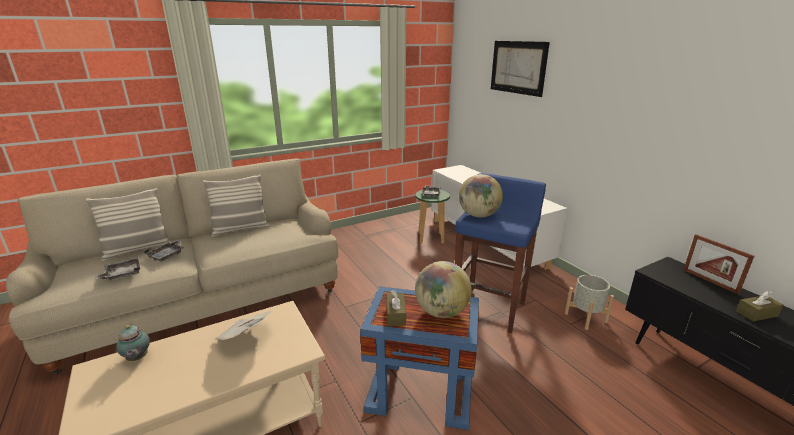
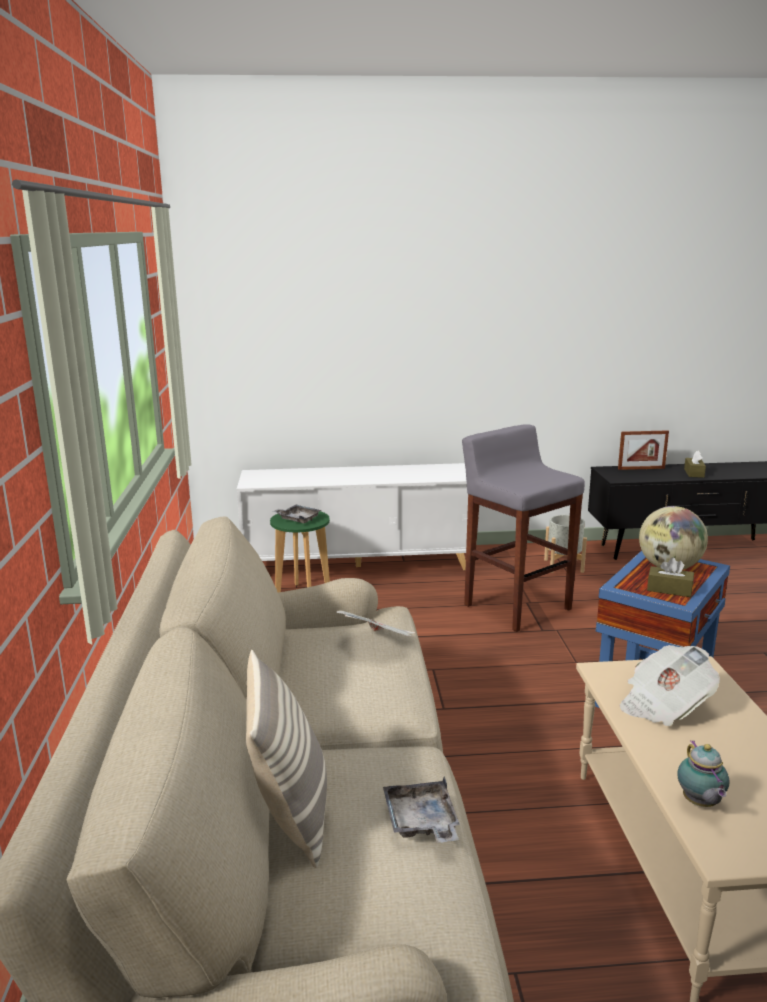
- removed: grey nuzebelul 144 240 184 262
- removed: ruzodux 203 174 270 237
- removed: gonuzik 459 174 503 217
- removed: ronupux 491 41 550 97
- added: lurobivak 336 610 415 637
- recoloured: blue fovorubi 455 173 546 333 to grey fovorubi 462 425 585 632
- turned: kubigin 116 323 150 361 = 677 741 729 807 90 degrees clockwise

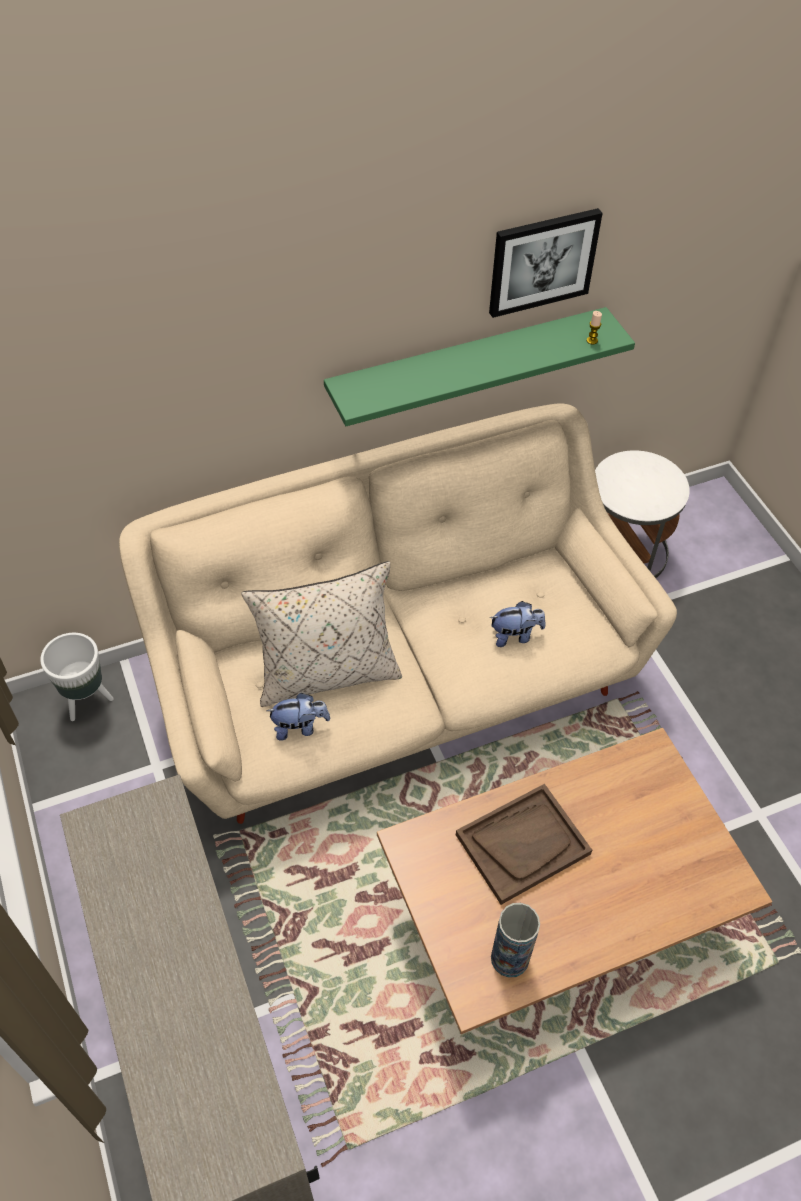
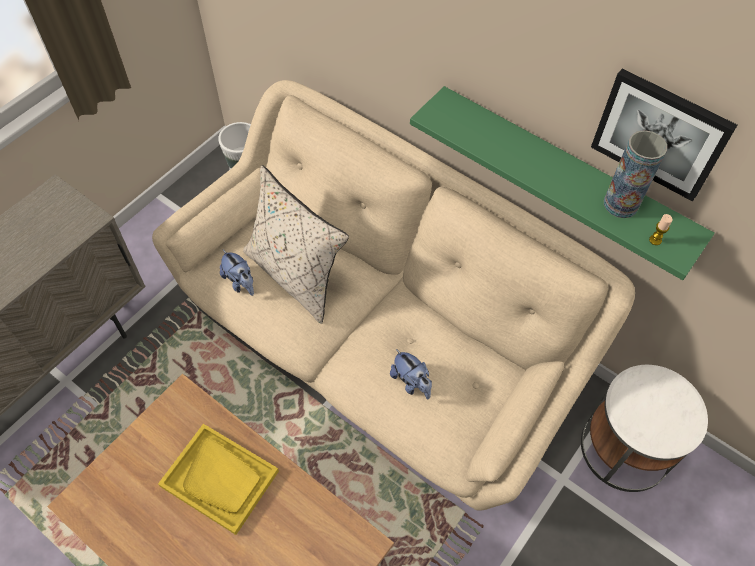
- moved: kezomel 491 903 540 978 to 604 130 667 218
- recoloured: brown nuzebelul 456 784 592 905 to yellow nuzebelul 158 424 279 535

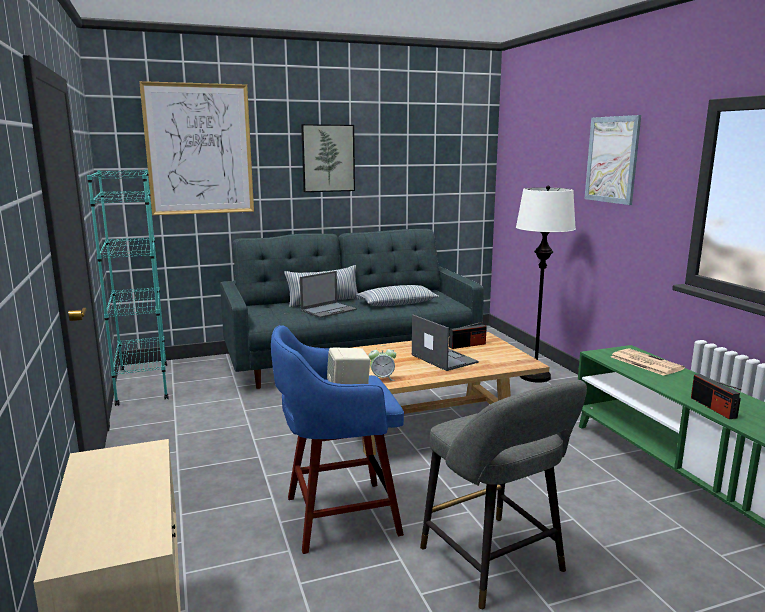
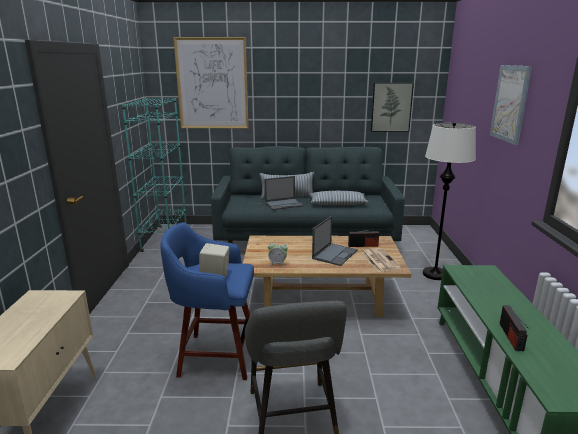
- moved: ronupux 301 124 355 192 to 371 82 414 132
- moved: lurobivak 611 348 685 376 to 362 248 402 272
- turned: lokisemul 412 315 479 371 = 312 216 358 266 45 degrees clockwise

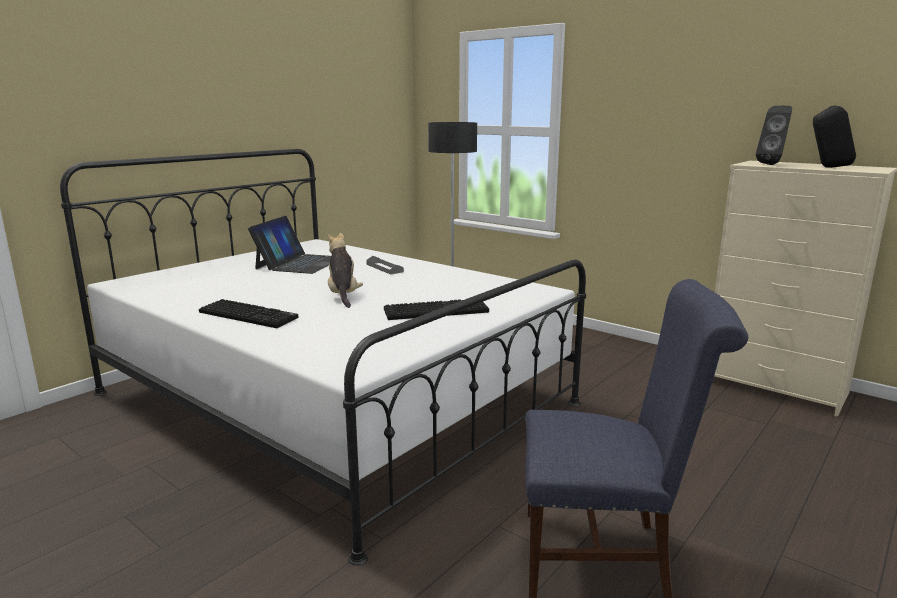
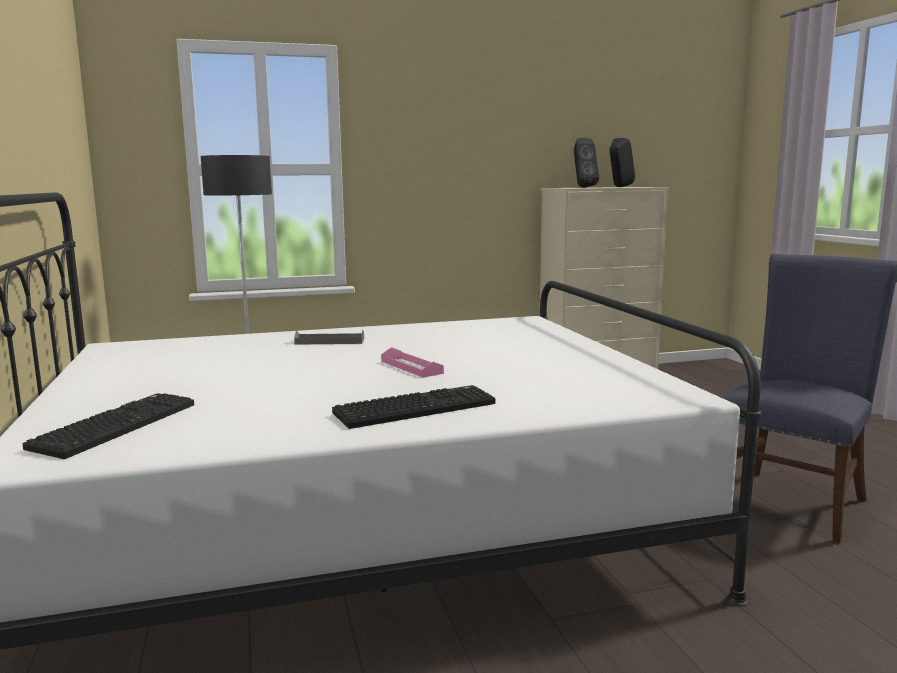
- removed: lokisemul 248 216 331 274
- moved: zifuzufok 384 299 489 320 to 22 393 194 459
- replaced: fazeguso 327 233 363 308 to pink nuzebelul 381 347 444 378

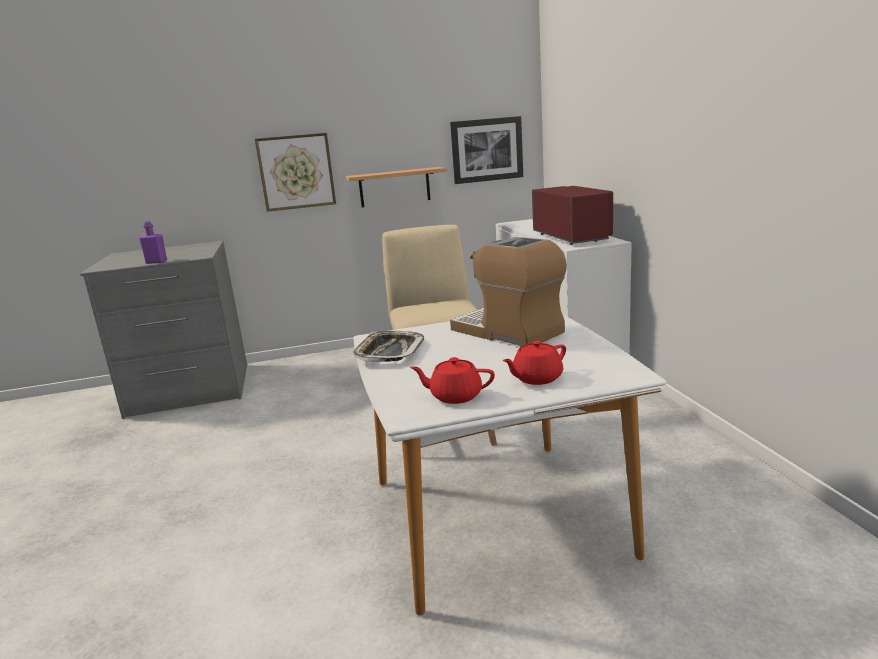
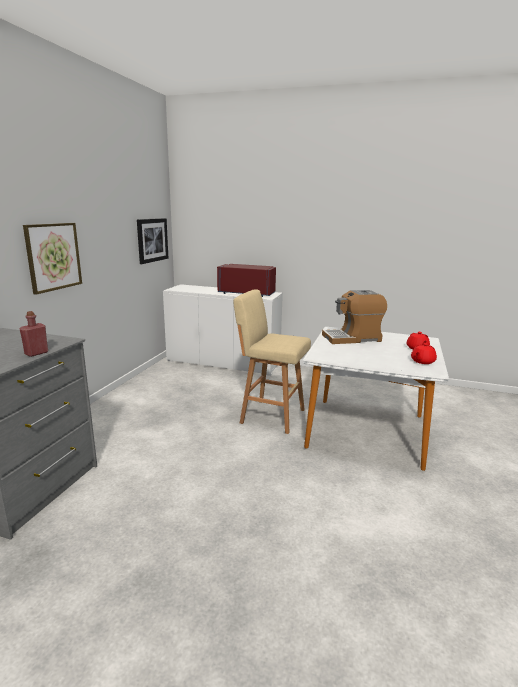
- removed: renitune 346 167 447 207
- removed: nuzebelul 353 331 424 363
- recoloured: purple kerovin 139 221 167 264 to red kerovin 20 311 48 357

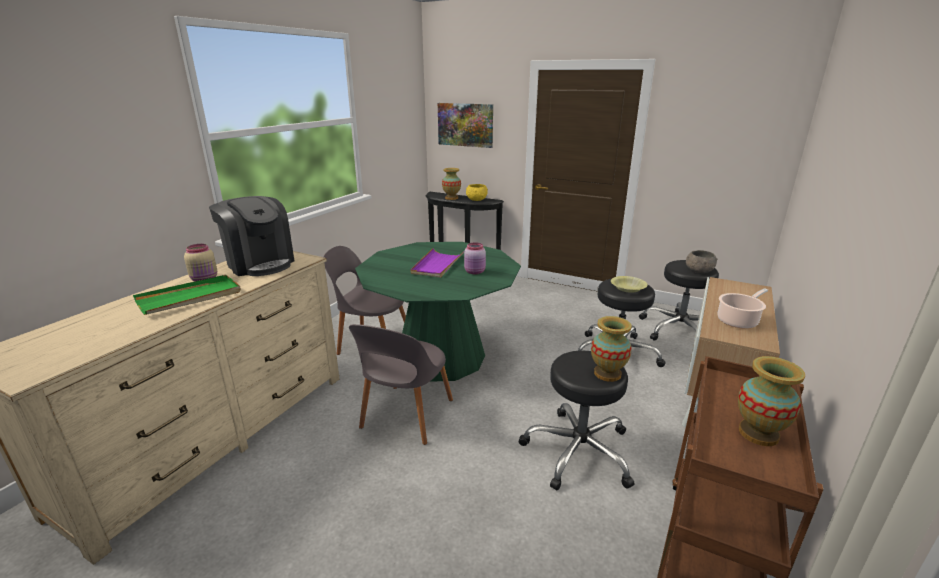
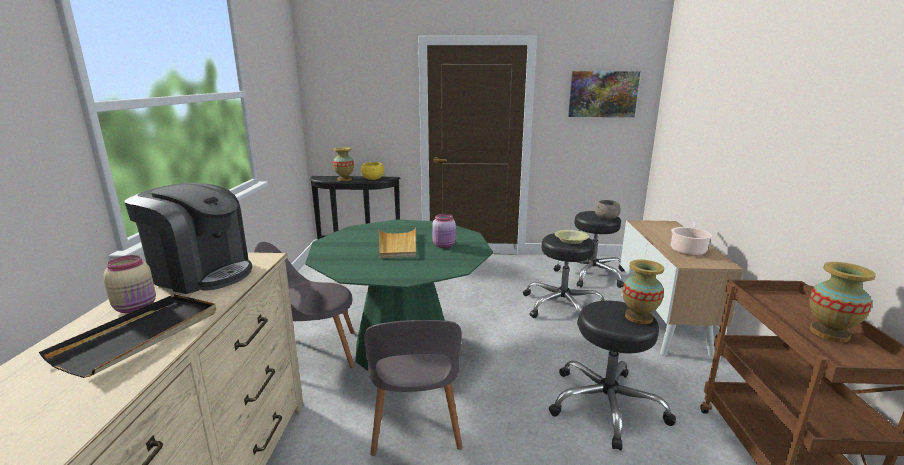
- moved: ronupux 438 103 493 148 to 568 71 640 117
- recoloured: green nuzebelul 133 275 241 315 to black nuzebelul 39 294 216 378
- recoloured: purple nuzebelul 411 248 464 278 to beige nuzebelul 379 227 416 258

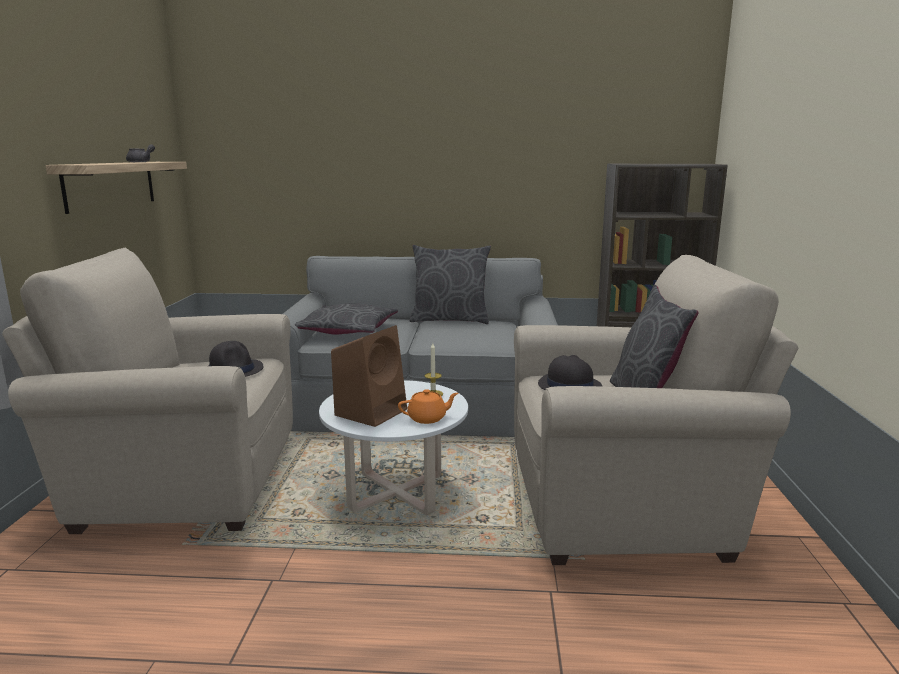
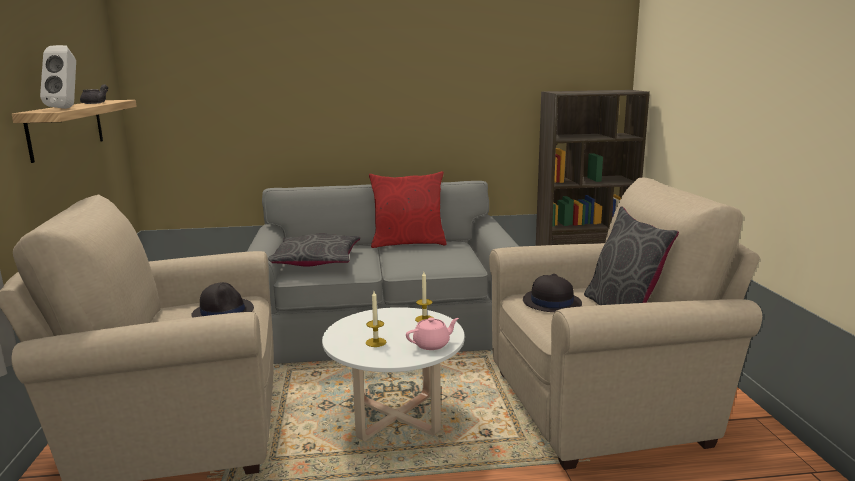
- added: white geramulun 40 45 76 109
- replaced: brown geramulun 331 325 407 427 to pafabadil 366 291 386 347
- recoloured: orange kubigin 398 389 458 424 to pink kubigin 406 317 459 350
- recoloured: grey ruzodux 409 245 491 324 to red ruzodux 369 171 447 248

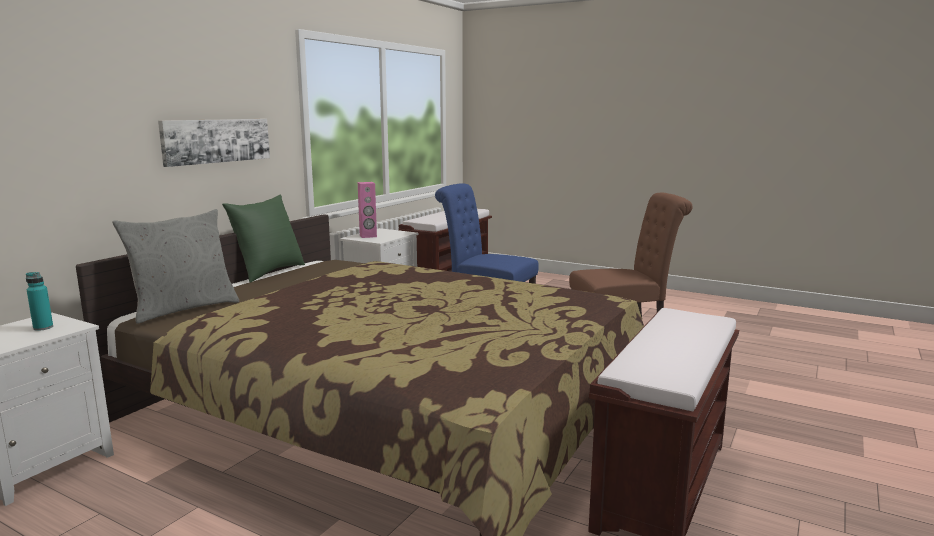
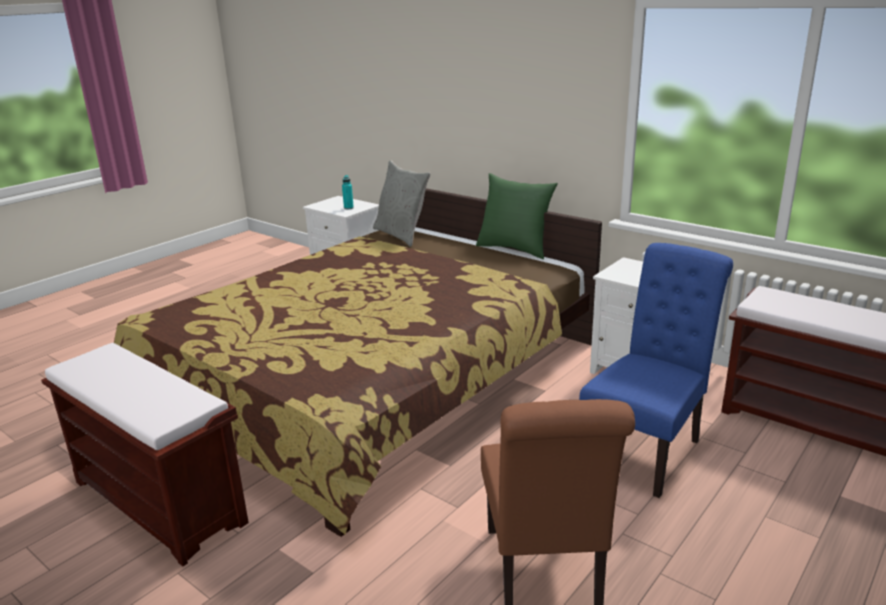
- removed: ronupux 158 119 270 167
- removed: pink geramulun 358 182 377 238

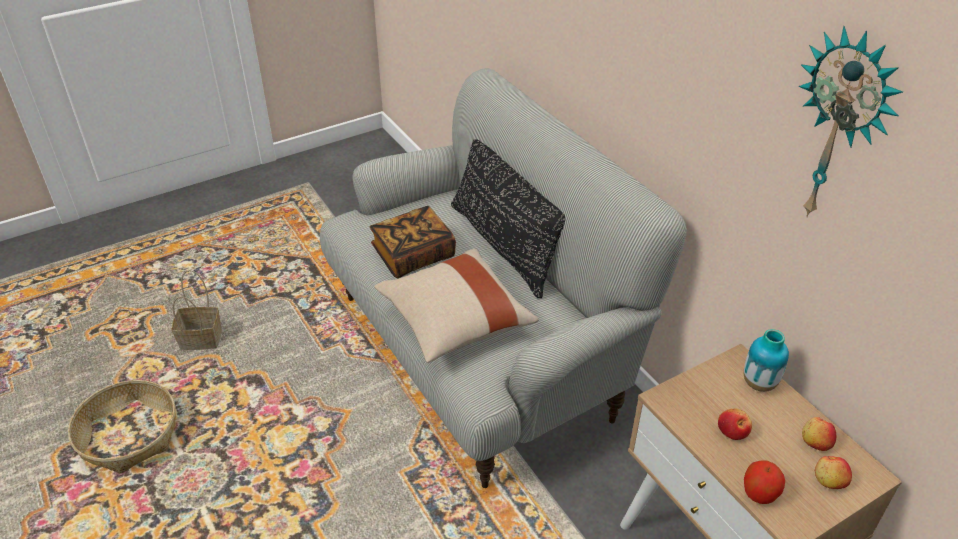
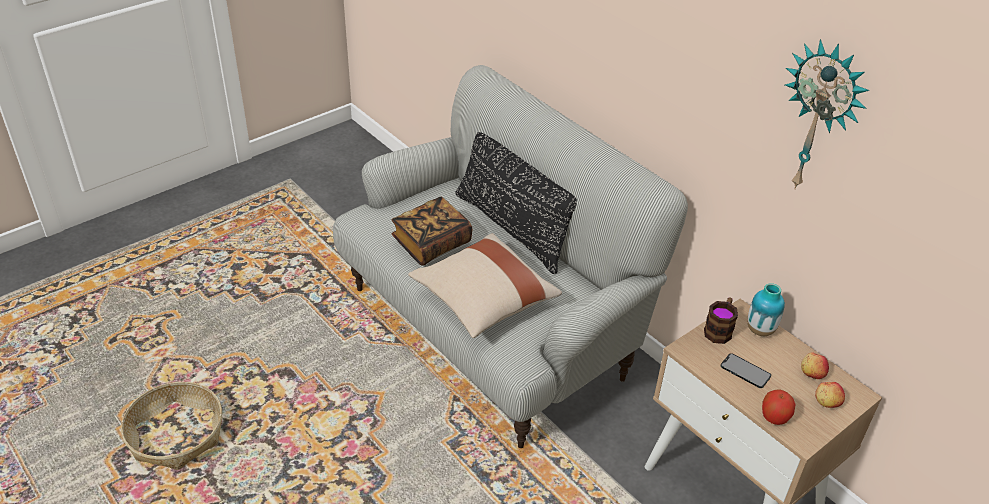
- removed: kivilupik 172 270 222 350
- added: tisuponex 704 297 738 344
- replaced: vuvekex 718 409 752 440 to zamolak 721 353 771 388

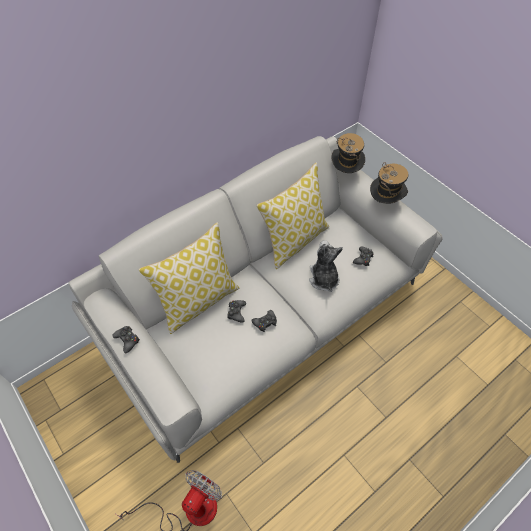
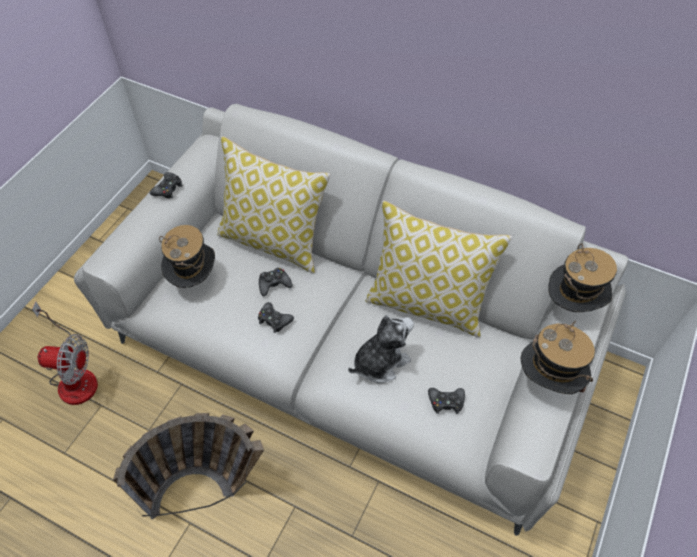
- added: kivilupik 113 413 264 519
- added: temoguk 159 225 215 288

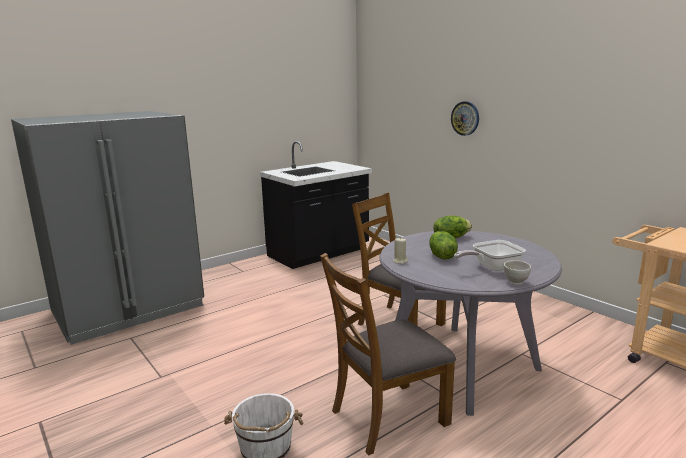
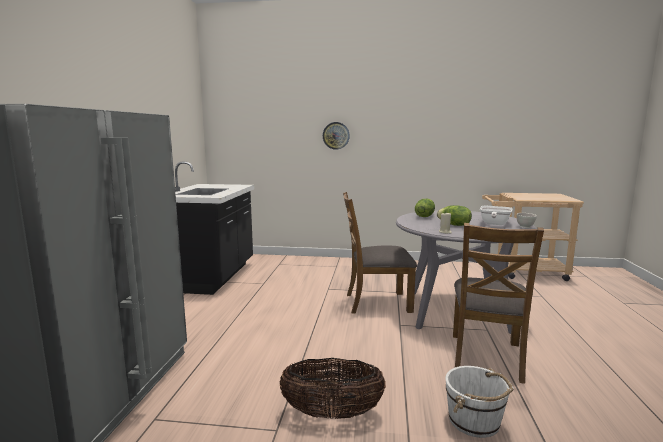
- added: kivilupik 280 358 386 419

